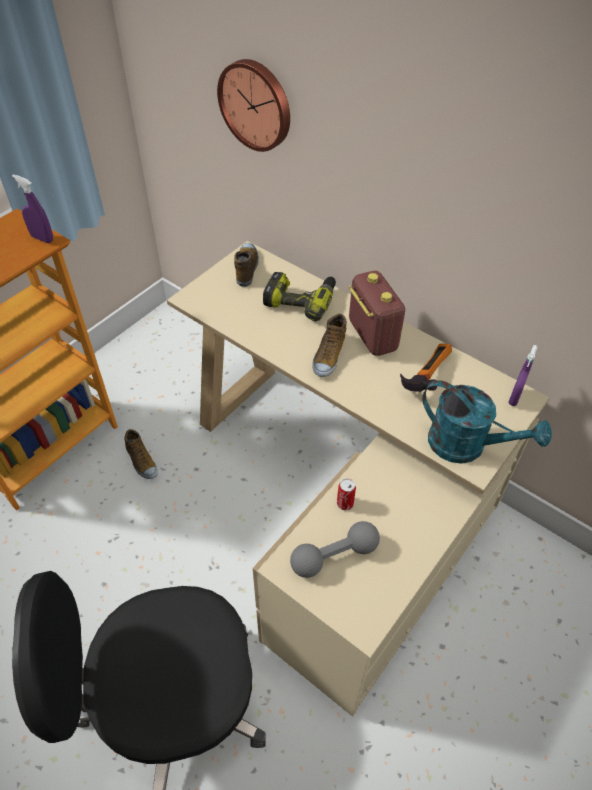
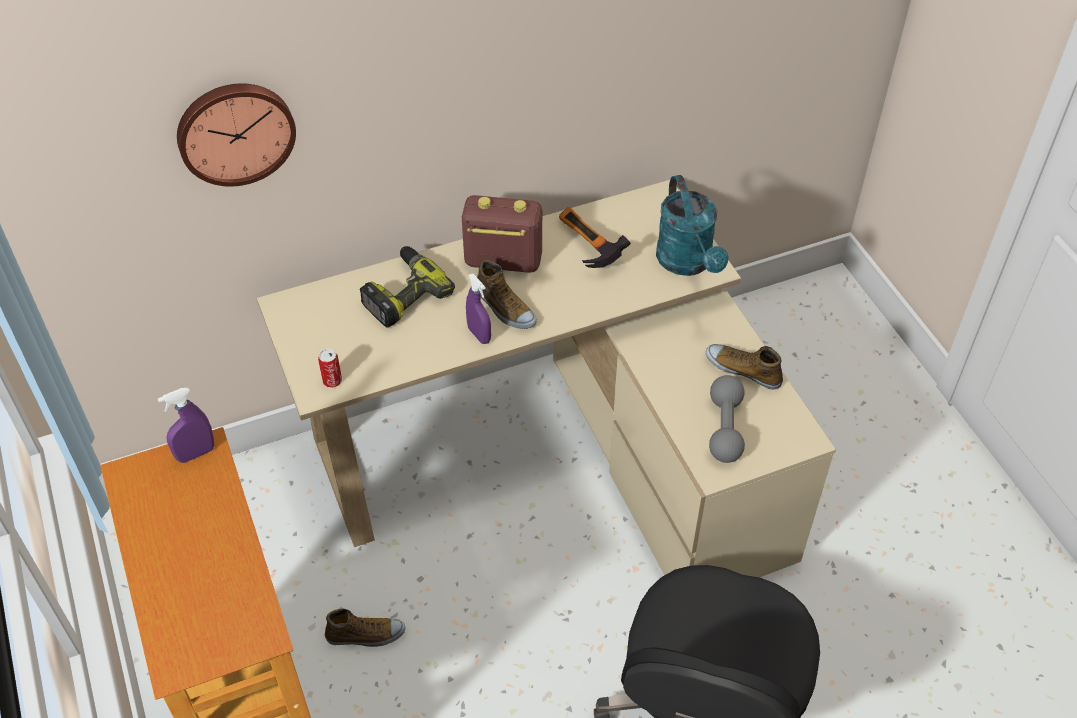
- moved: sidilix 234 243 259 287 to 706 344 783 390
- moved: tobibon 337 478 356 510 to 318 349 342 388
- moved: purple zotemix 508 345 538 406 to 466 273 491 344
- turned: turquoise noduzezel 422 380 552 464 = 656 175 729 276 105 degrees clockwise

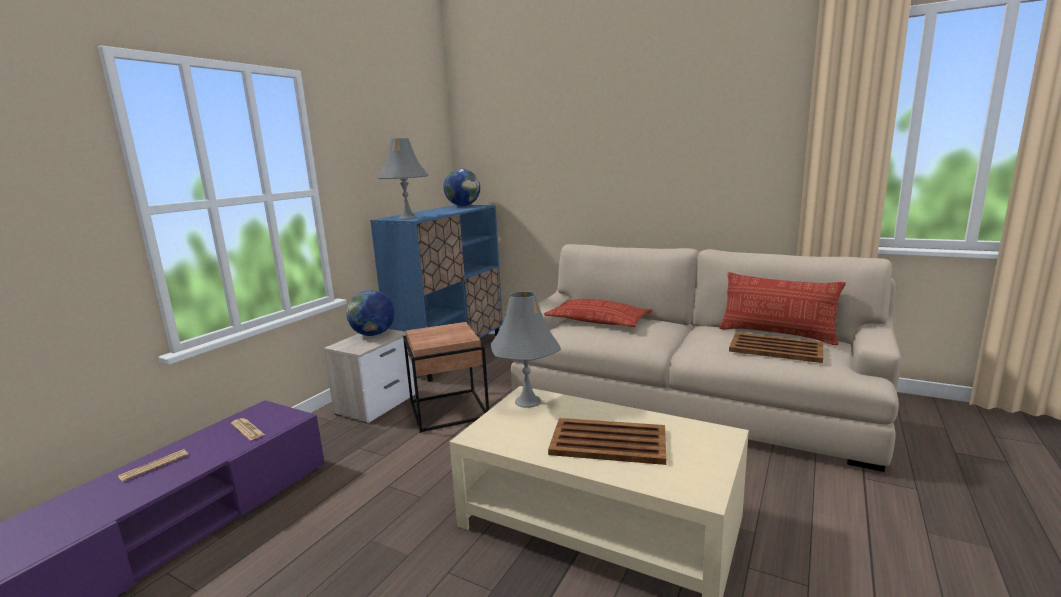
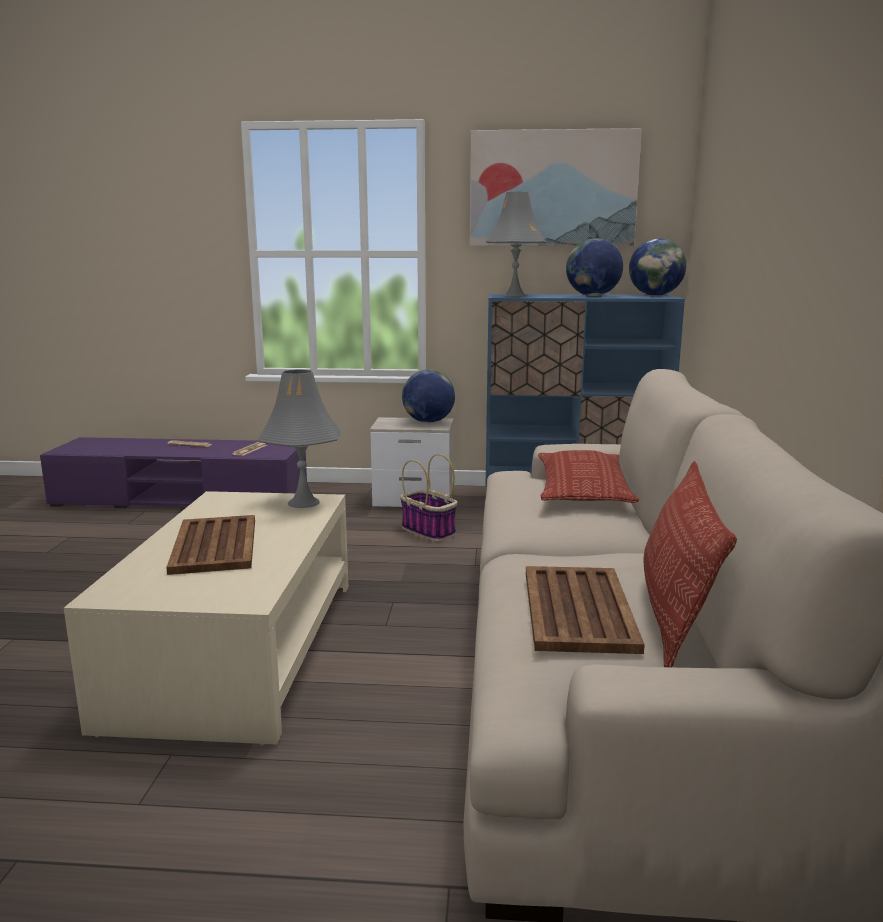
- added: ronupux 470 128 642 246
- added: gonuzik 566 238 623 296
- replaced: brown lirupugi 403 322 489 433 to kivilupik 400 454 457 541

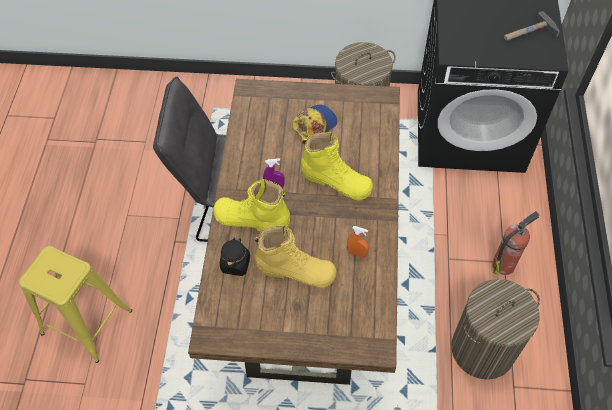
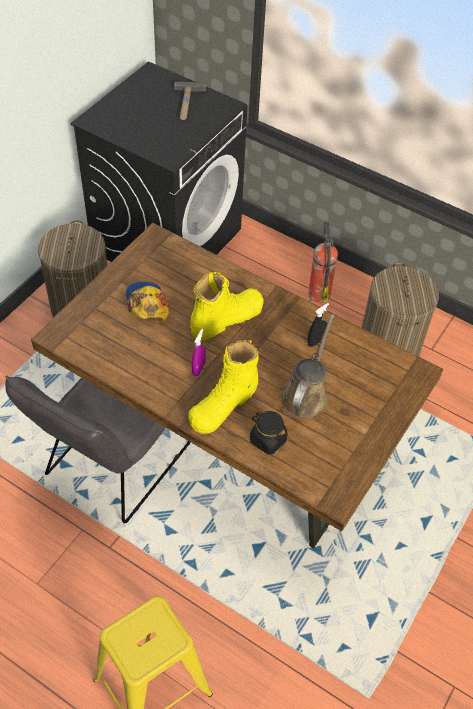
- replaced: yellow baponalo 255 225 337 288 to brown noduzezel 281 314 334 419
- recoloured: orange zotemix 347 226 369 258 to black zotemix 308 303 329 347

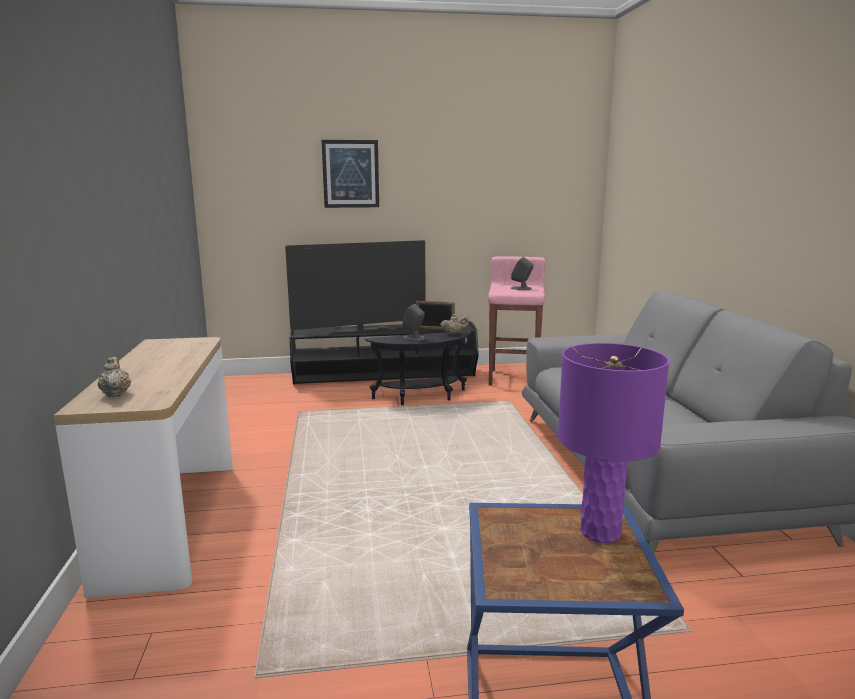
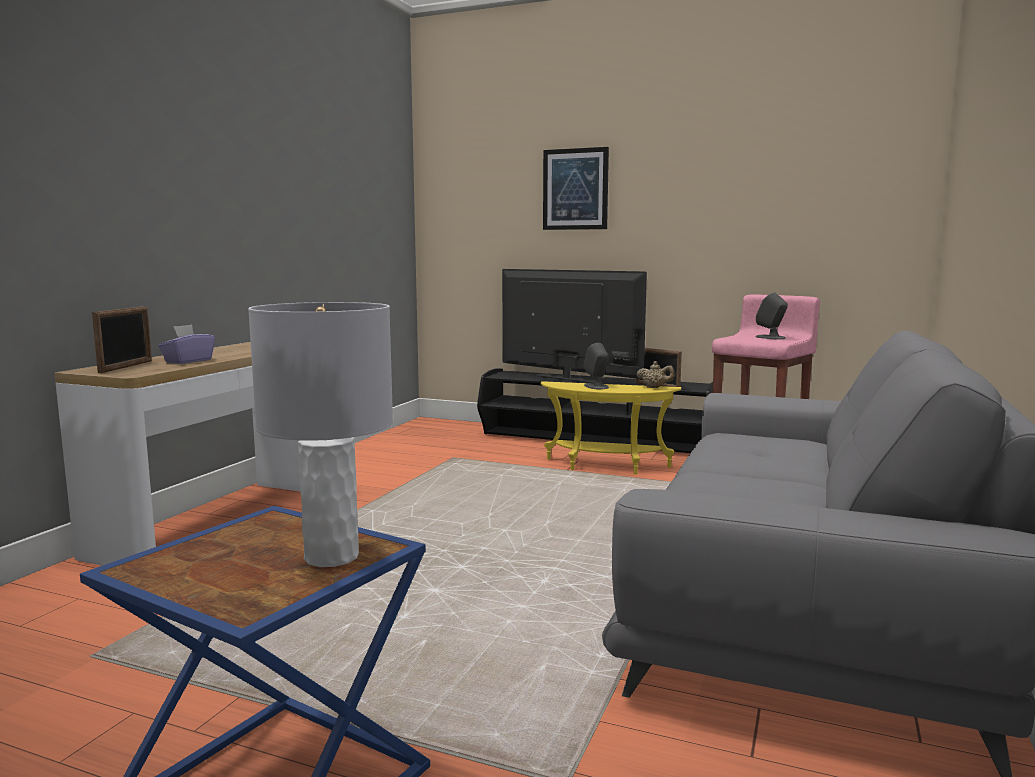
- added: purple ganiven 159 324 215 364
- replaced: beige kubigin 98 357 131 397 to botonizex 92 306 152 373
- recoloured: black lirupugi 365 331 471 405 to yellow lirupugi 541 381 681 475
- recoloured: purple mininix 558 343 669 543 to grey mininix 248 302 393 567
- turned: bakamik 285 240 425 334 = 502 269 647 383 150 degrees counterclockwise

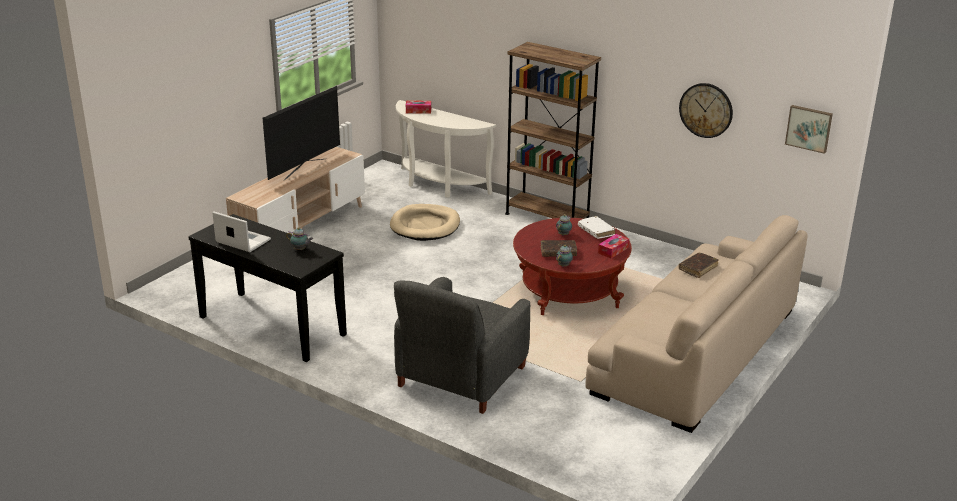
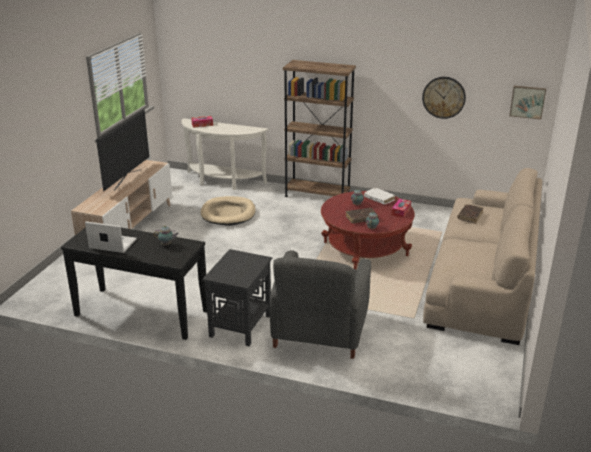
- added: black lirupugi 202 249 272 346

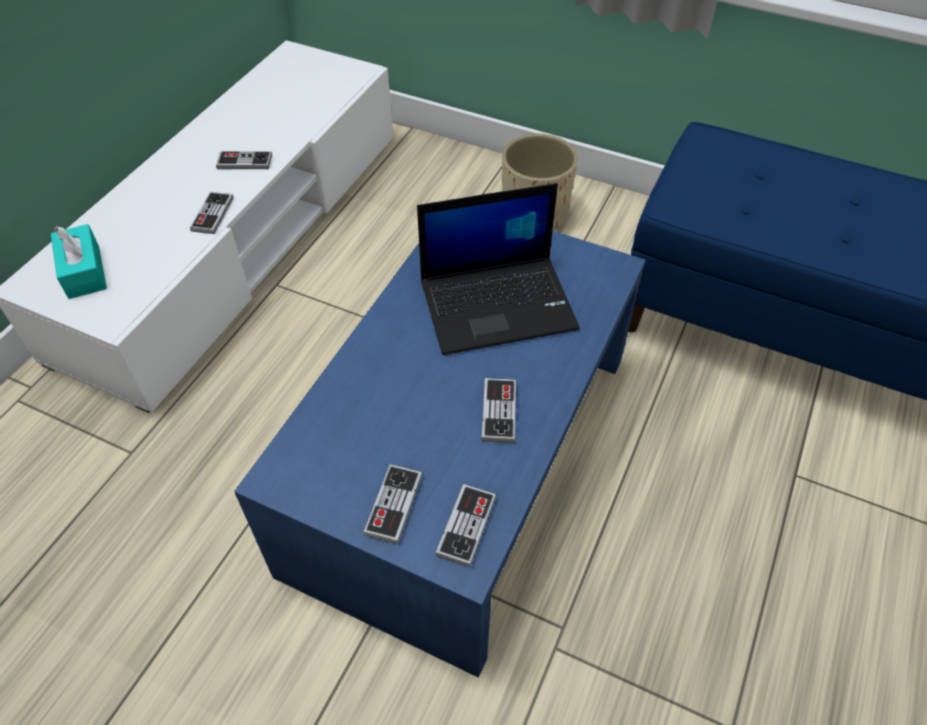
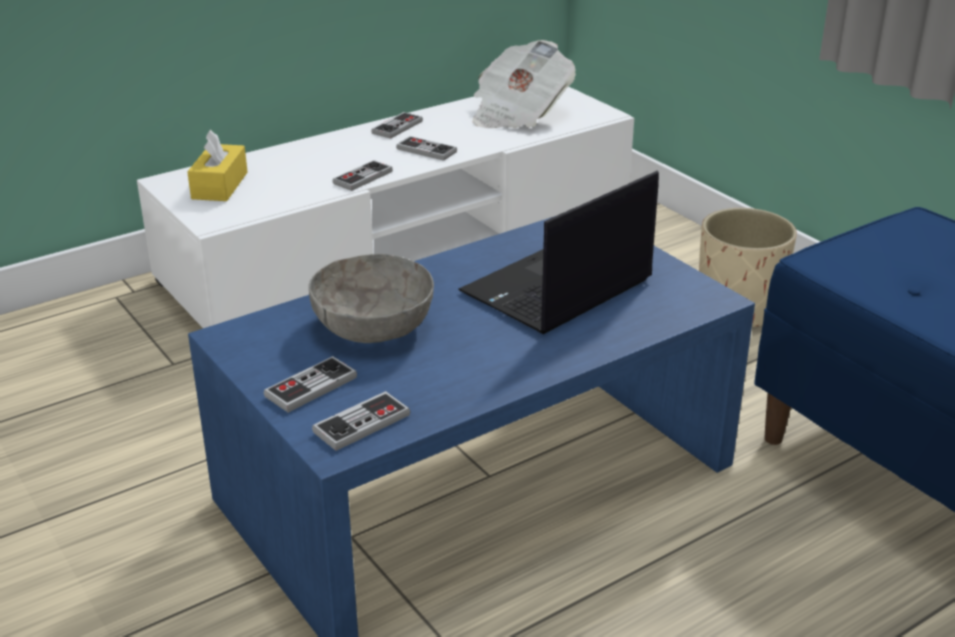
- added: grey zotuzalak 309 254 434 343
- added: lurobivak 472 40 576 128
- moved: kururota 481 378 516 443 to 371 112 423 139
- recoloured: turquoise ganiven 51 224 107 299 to yellow ganiven 187 130 248 201
- turned: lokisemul 417 183 580 355 = 458 171 659 334 120 degrees clockwise

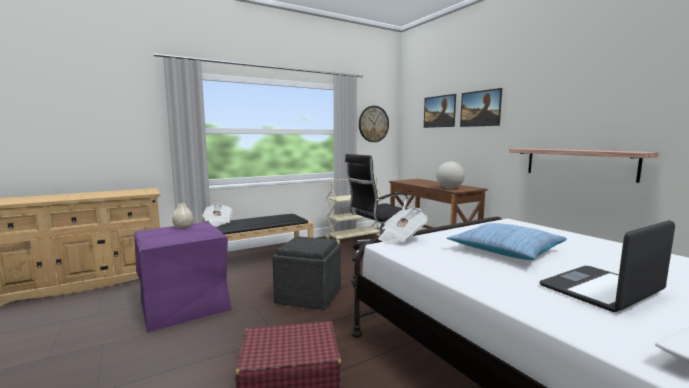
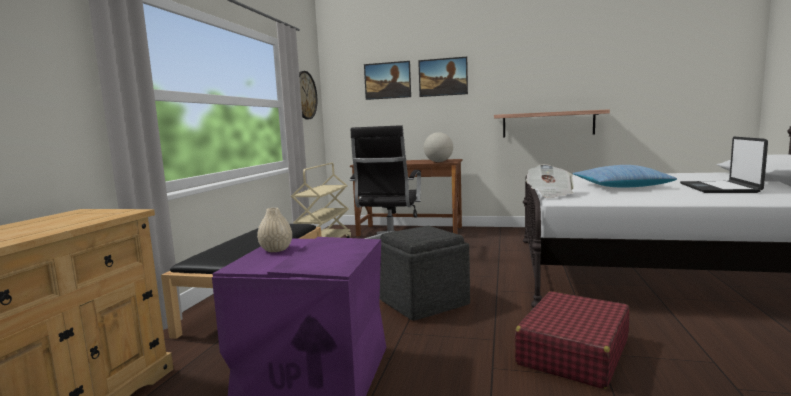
- removed: lurobivak 202 203 233 227

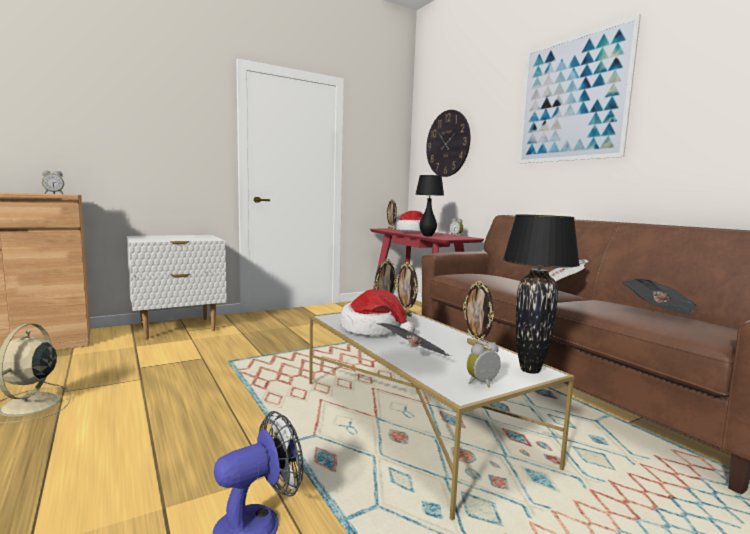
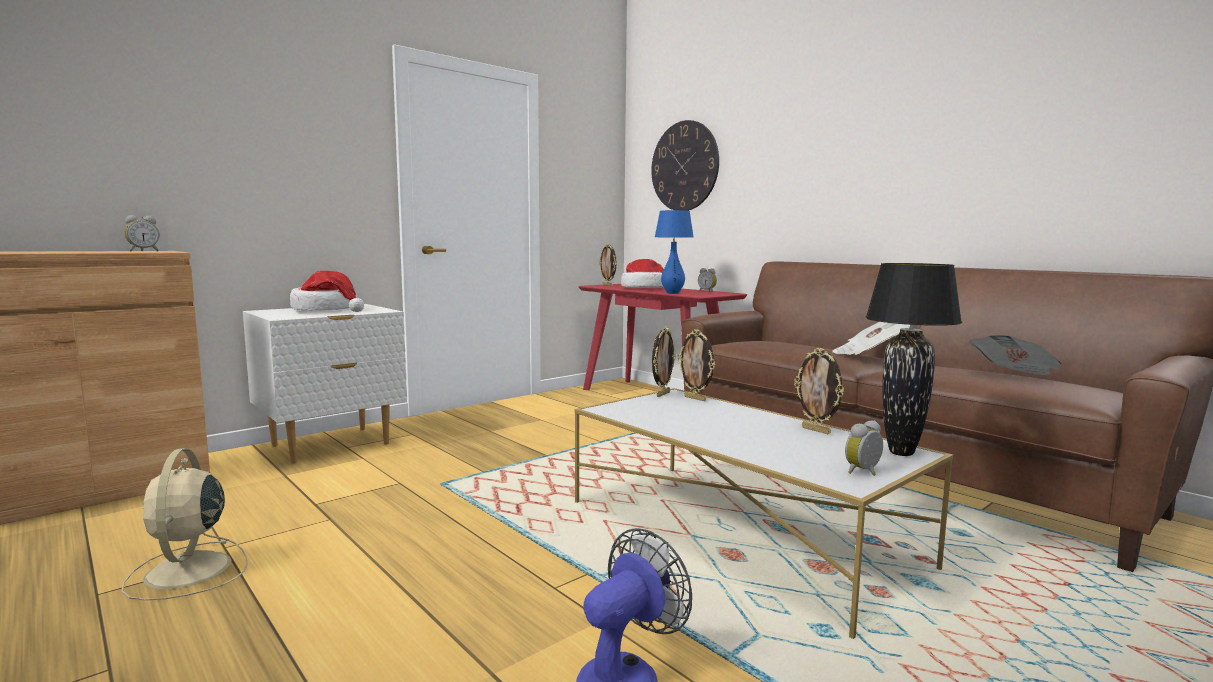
- removed: lurobivak 378 323 452 356
- removed: ronupux 518 14 641 164
- moved: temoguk 340 289 415 335 to 290 271 364 312
- recoloured: black mininix 415 175 444 236 to blue mininix 655 210 694 294

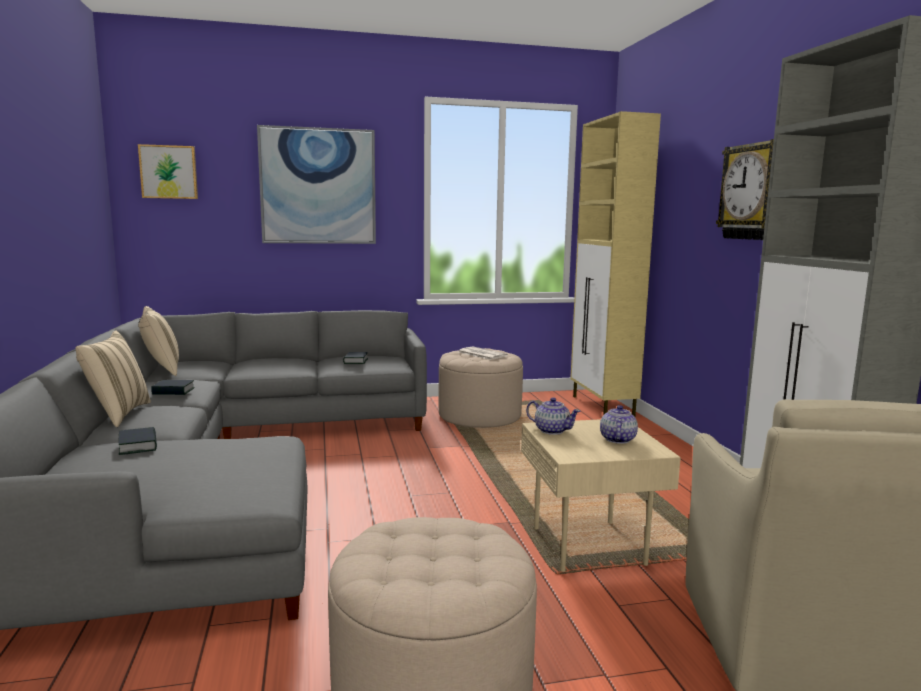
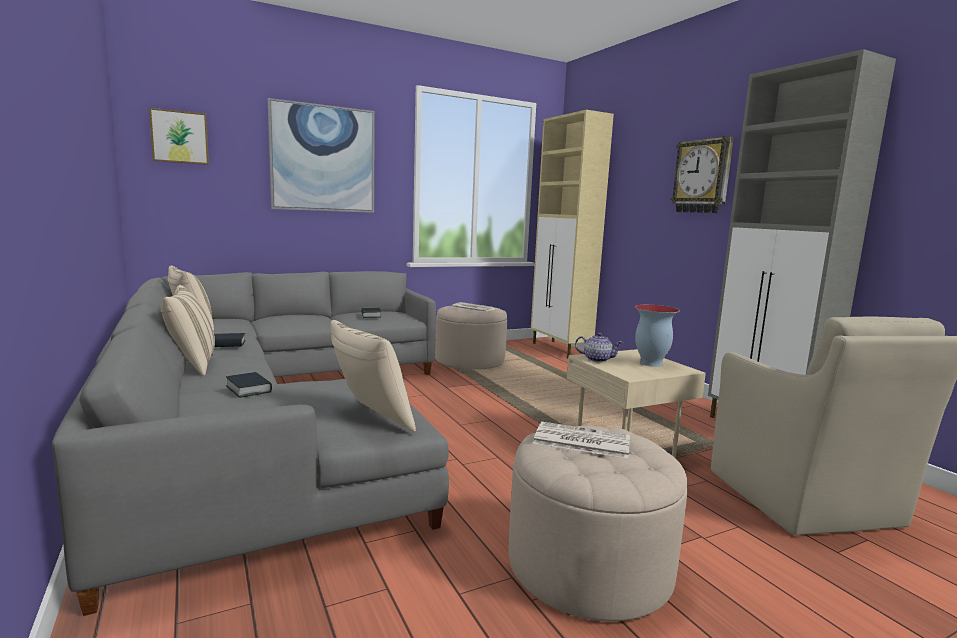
- added: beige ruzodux 330 320 416 432
- added: lurobivak 533 422 630 459
- replaced: kubigin 600 405 638 444 to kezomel 635 305 680 367

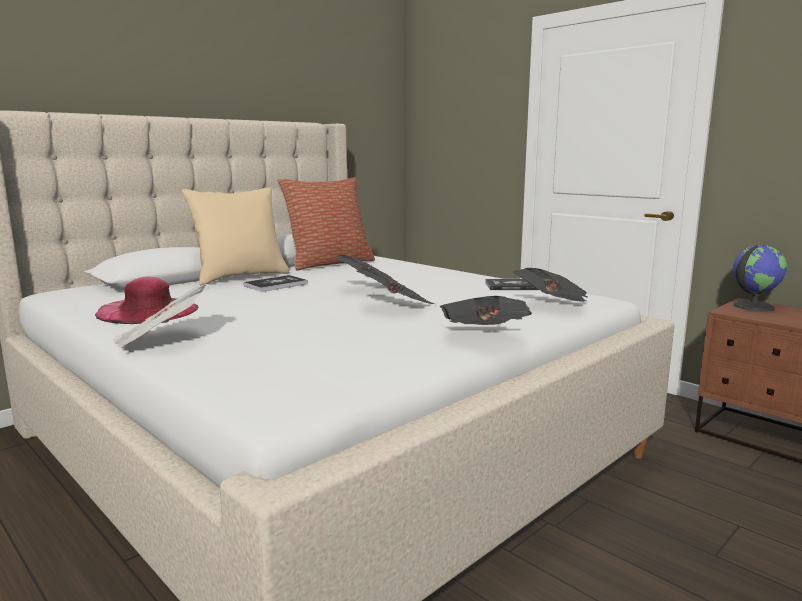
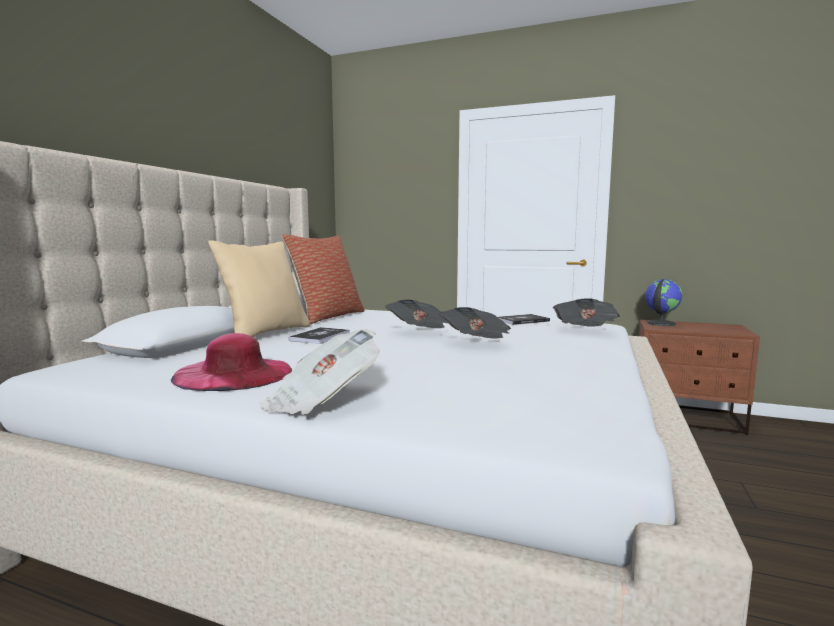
- removed: lurobivak 440 296 532 325

